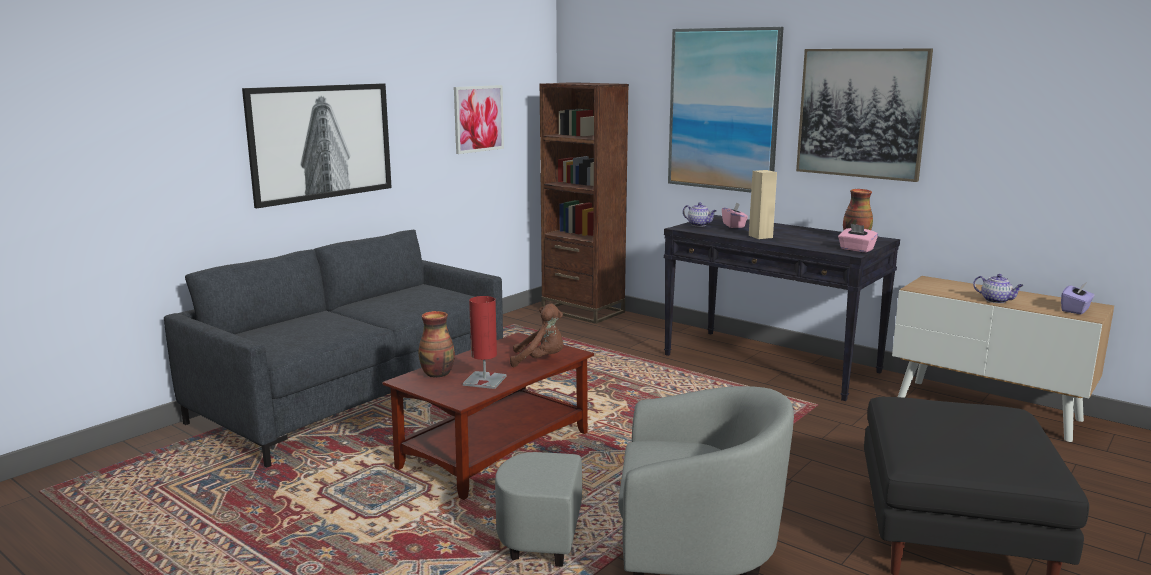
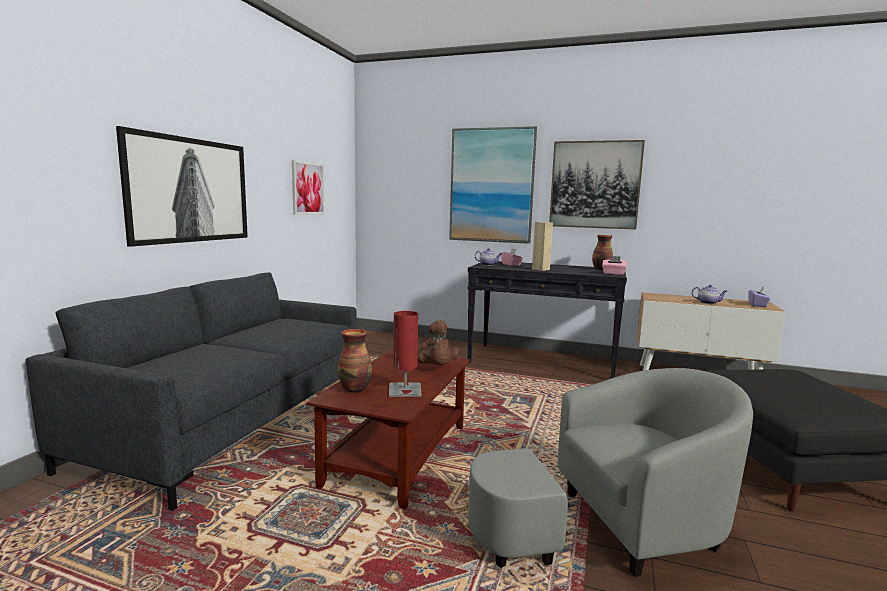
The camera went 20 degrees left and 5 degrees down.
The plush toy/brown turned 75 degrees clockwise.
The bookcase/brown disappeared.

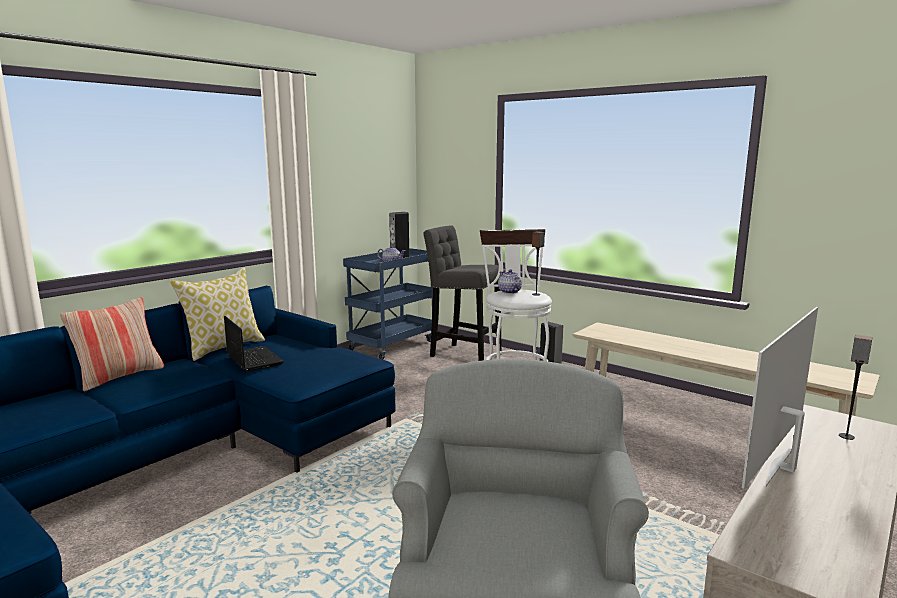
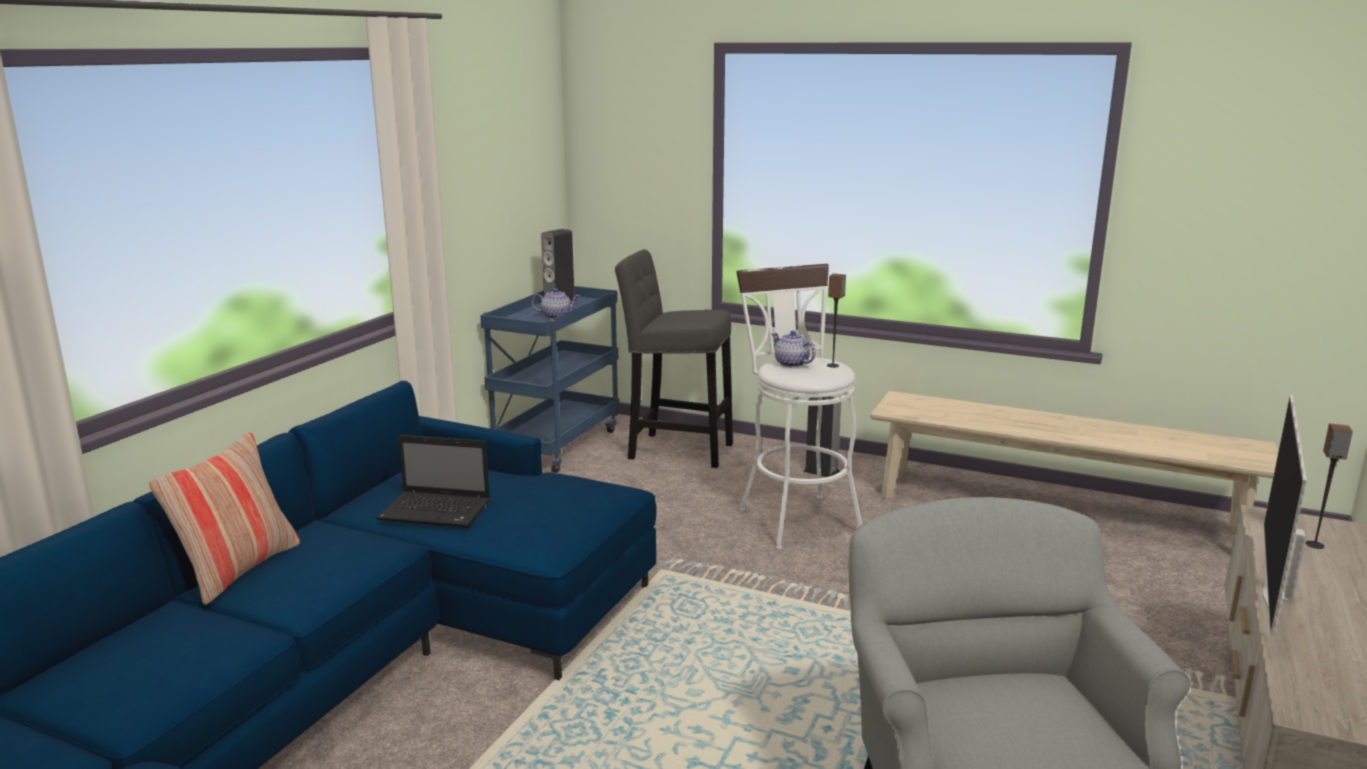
The camera went 15 degrees left and 5 degrees up.
The laptop turned 150 degrees clockwise.
The pillow (2nd from left) disappeared.

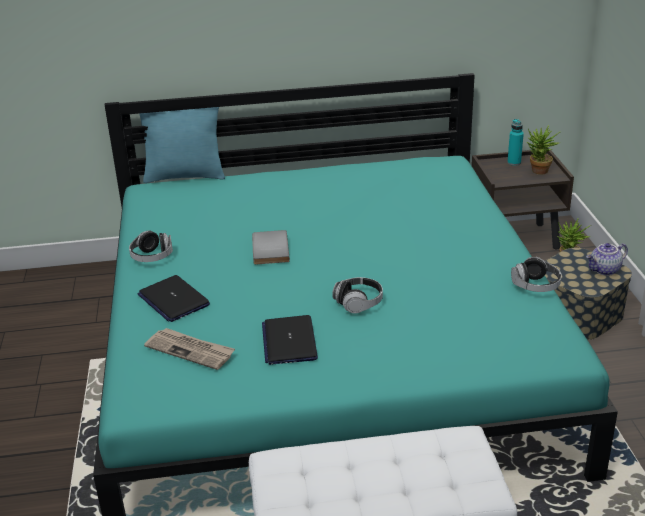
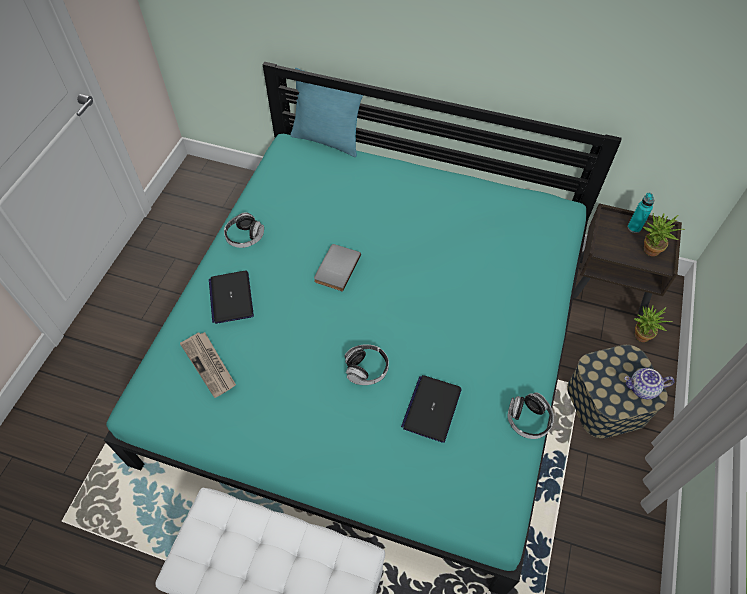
The camera went 25 degrees right and 25 degrees up.
The laptop (2nd from left) moved.

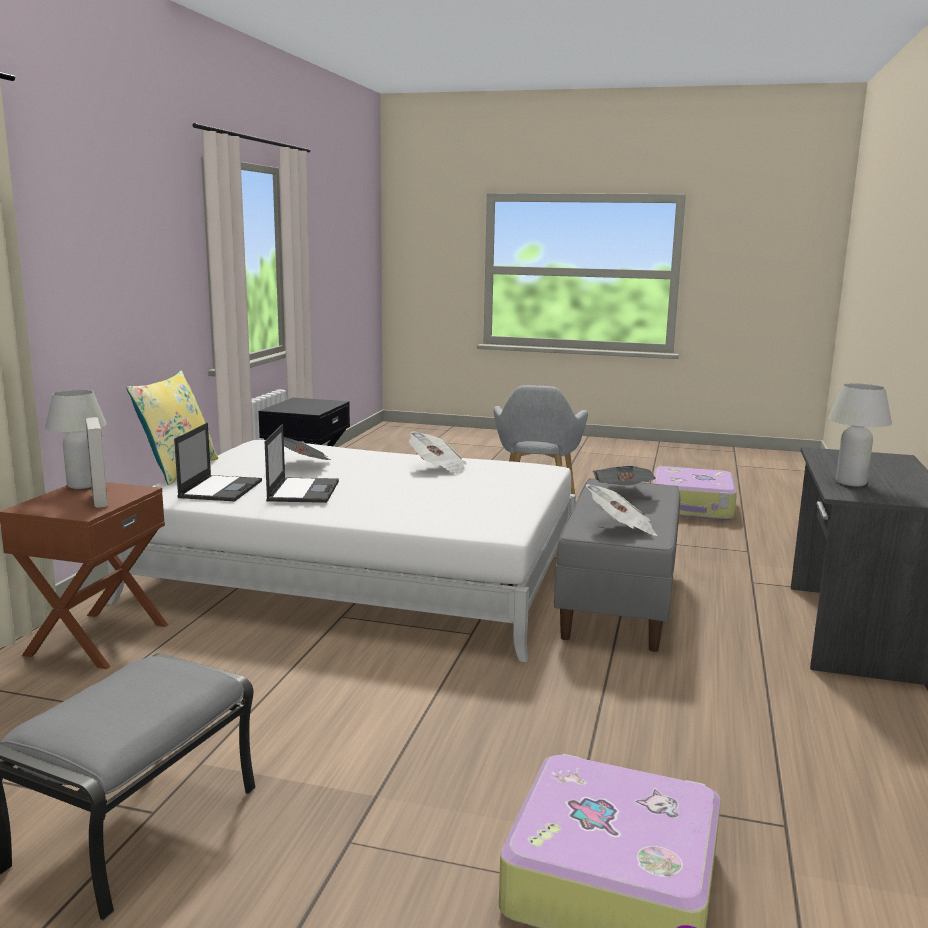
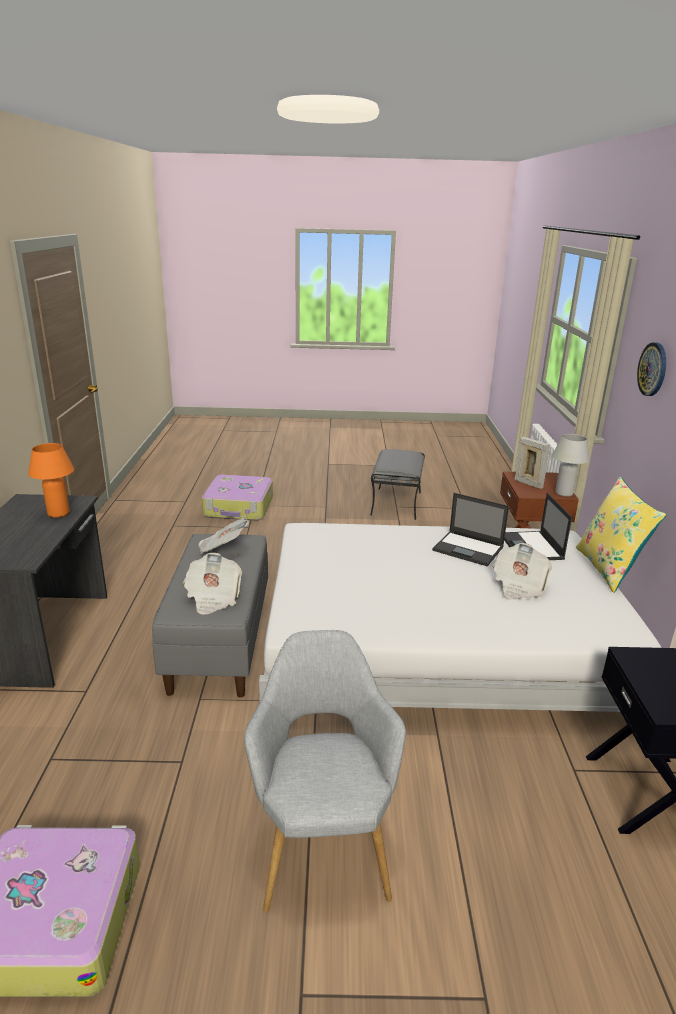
The camera went 165 degrees right and 10 degrees up.
The table lamp/white (2nd from left) became the table lamp/orange.
The laptop (2nd from left in the first image) turned 45 degrees counterclockwise.
The wall clock appeared.
The newspaper (2nd from left) disappeared.

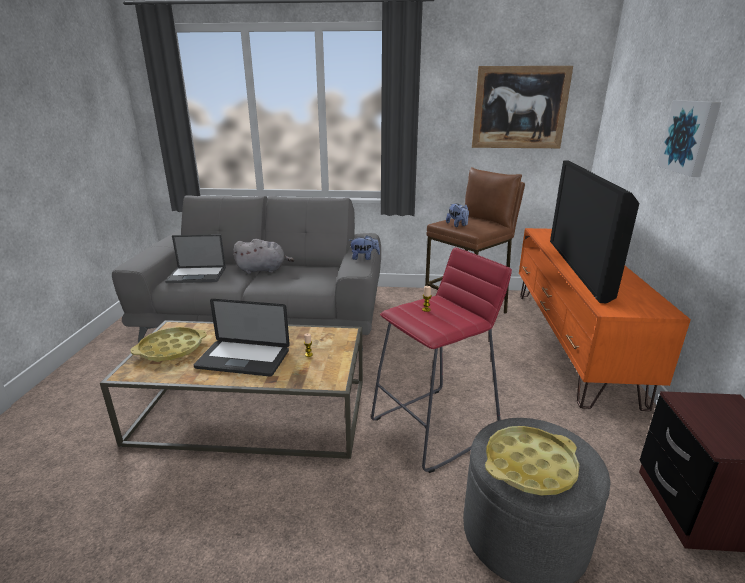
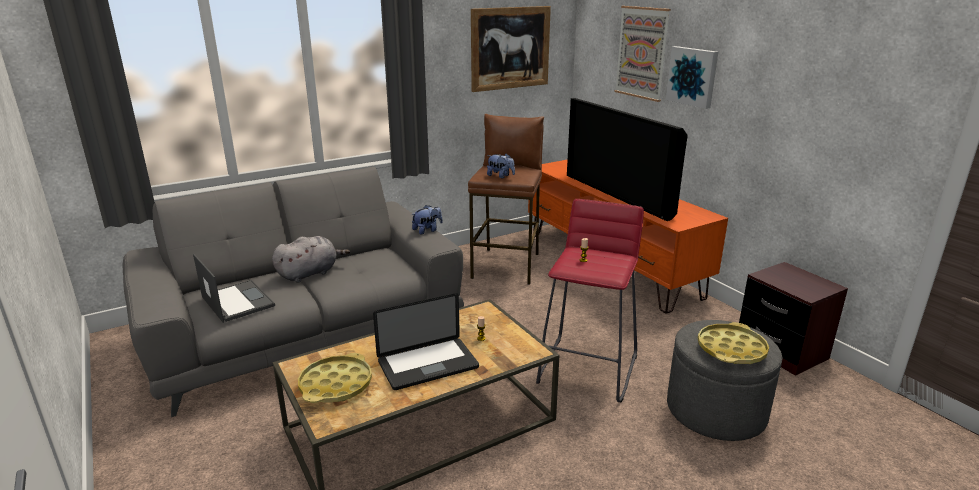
The camera went 35 degrees left and 0 degrees up.
The laptop (1st from left) turned 90 degrees counterclockwise.
The picture (2nd from left) appeared.

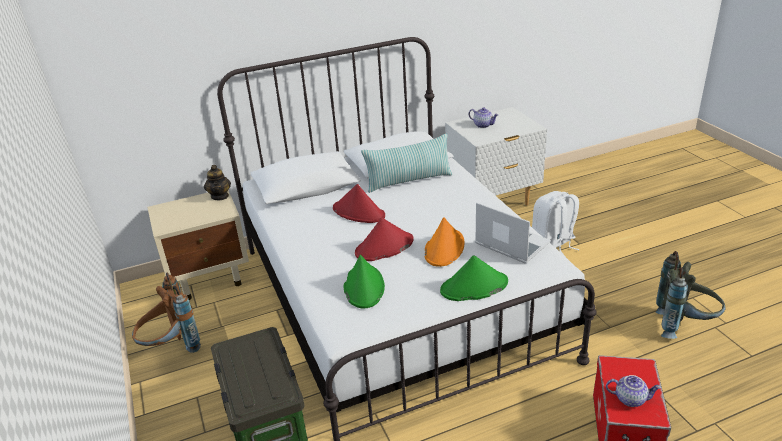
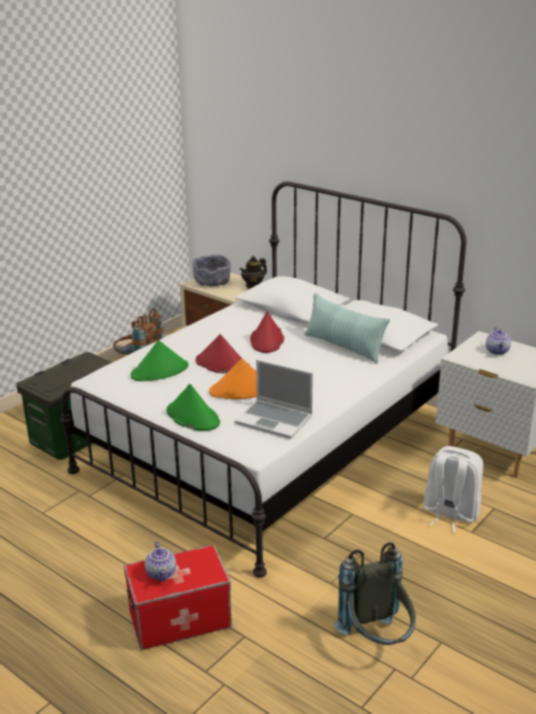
The camera went 60 degrees right and 5 degrees down.
The bowl/grey appeared.
The laptop turned 105 degrees clockwise.

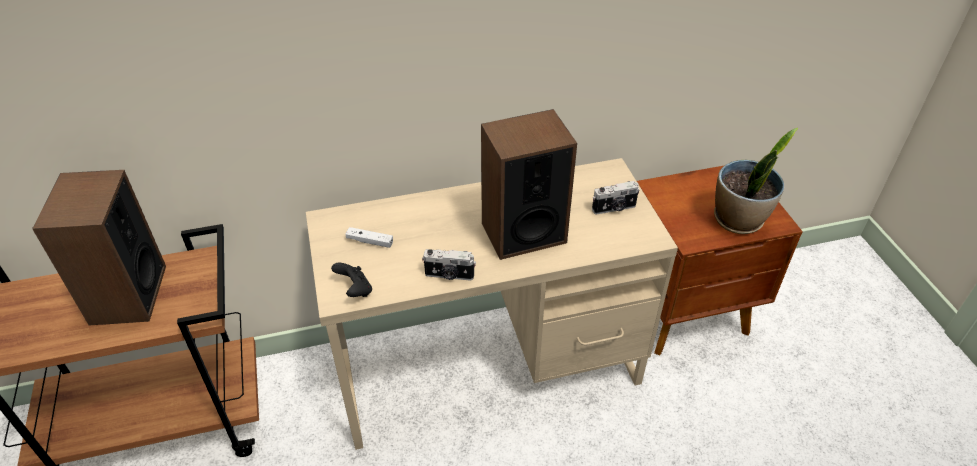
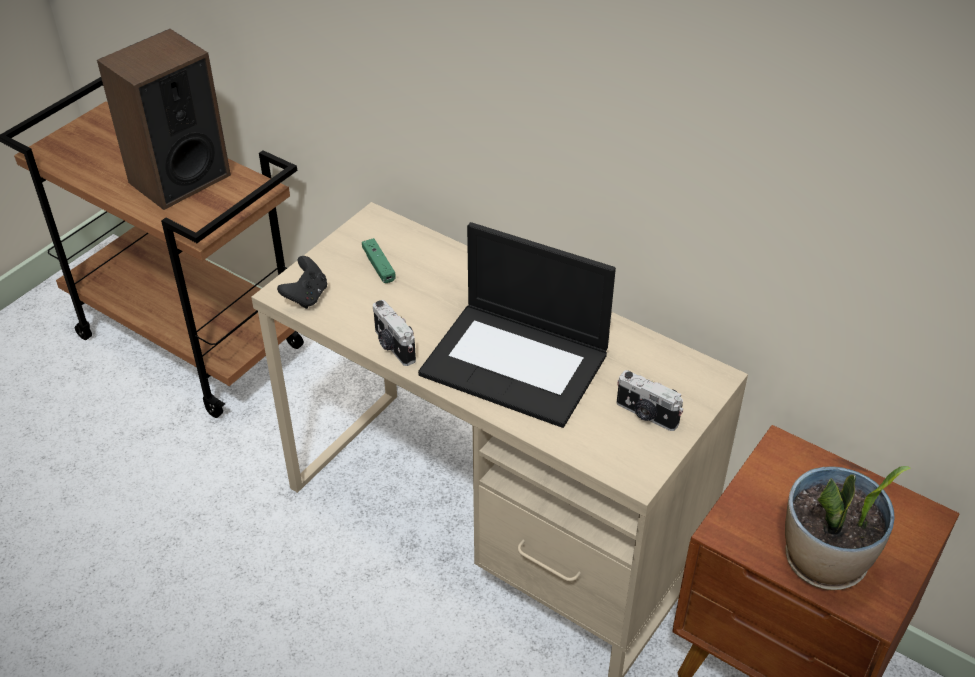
The camera went 50 degrees right and 0 degrees up.
The game controller/white became the game controller/green.
The speaker (2nd from left) was replaced by the laptop.

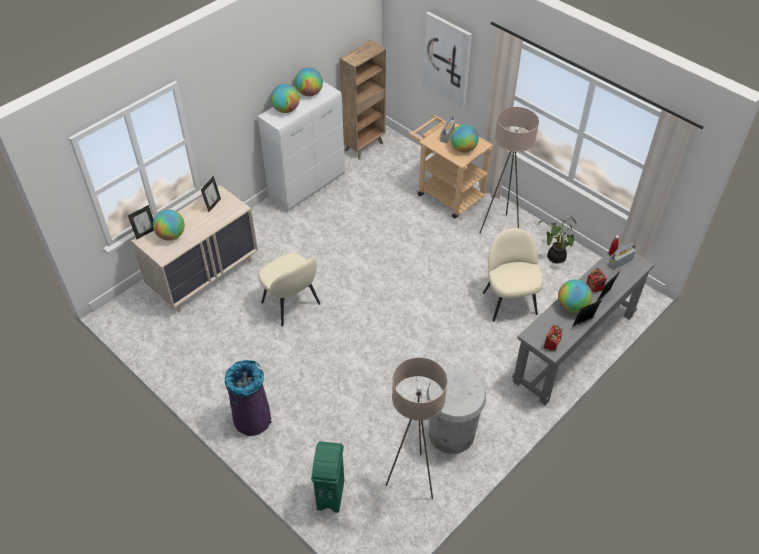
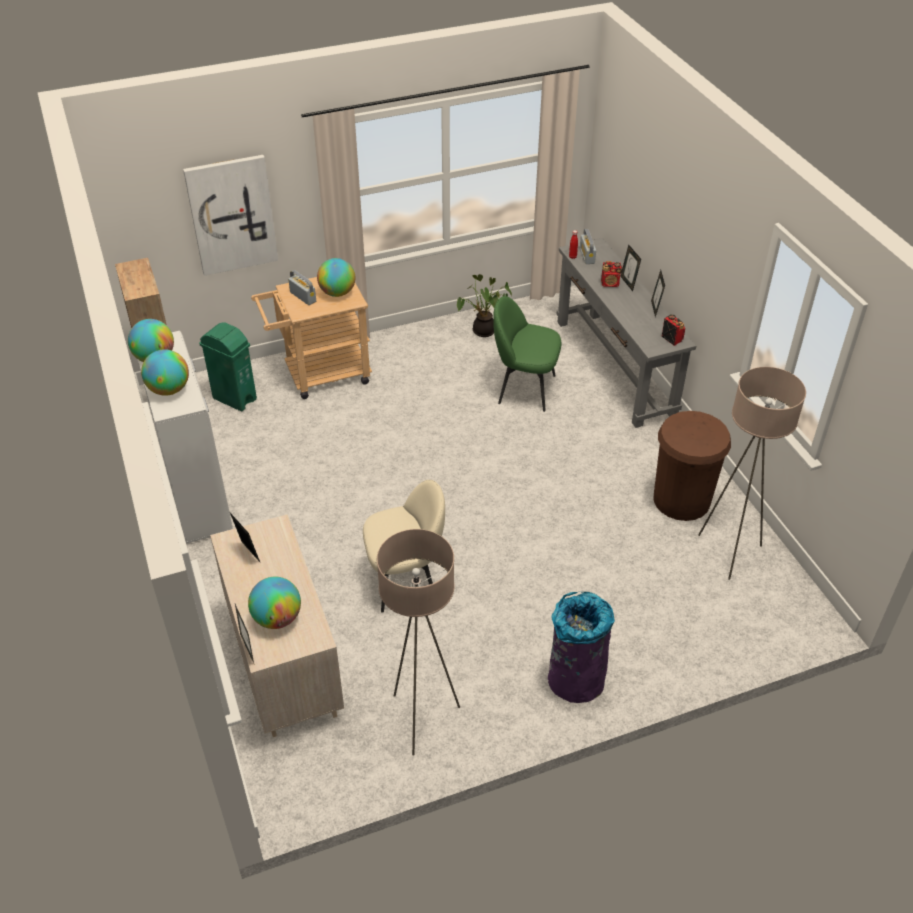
The camera went 65 degrees left and 5 degrees down.
The trash can/green moved.
The floor lamp/beige (2nd from left in the first image) moved.
The chair/beige (2nd from left) became the chair/green.
The trash can/white became the trash can/brown.
The globe (5th from left) disappeared.

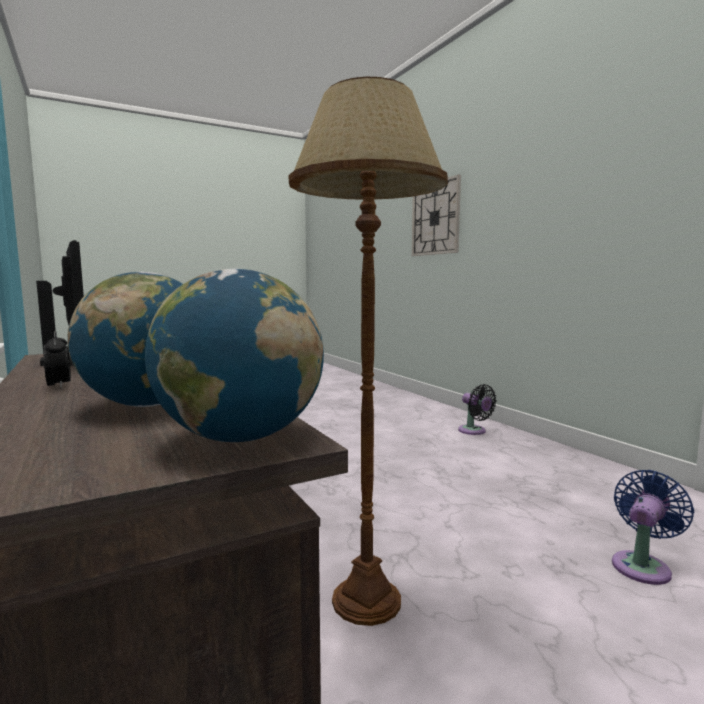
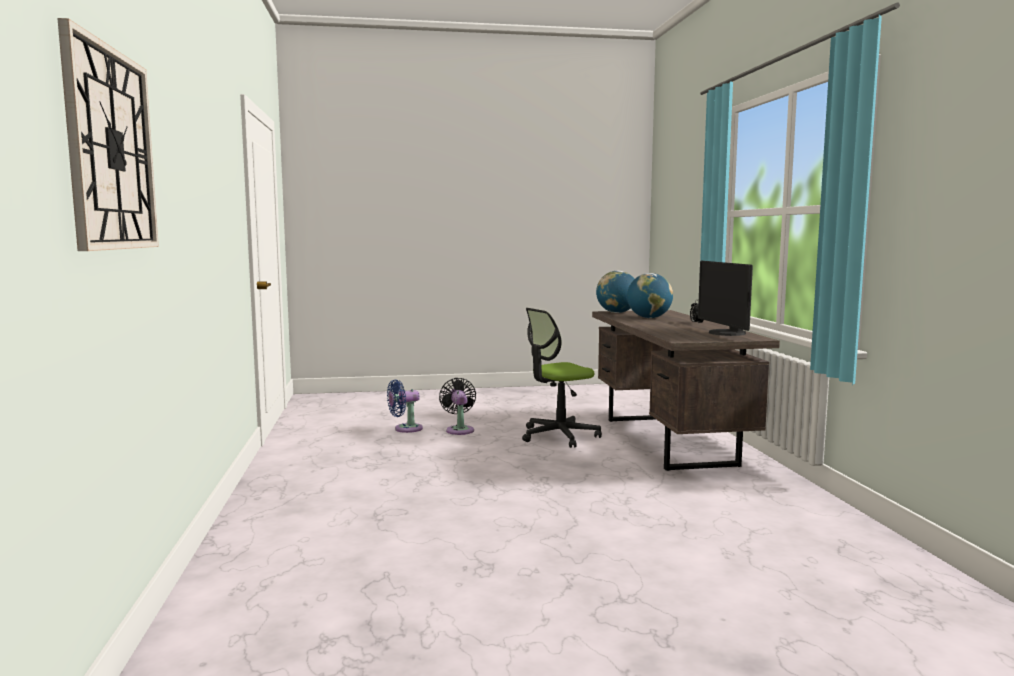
The camera went 160 degrees left and 0 degrees up.
The fan/black moved.
The floor lamp/brown was replaced by the office chair.

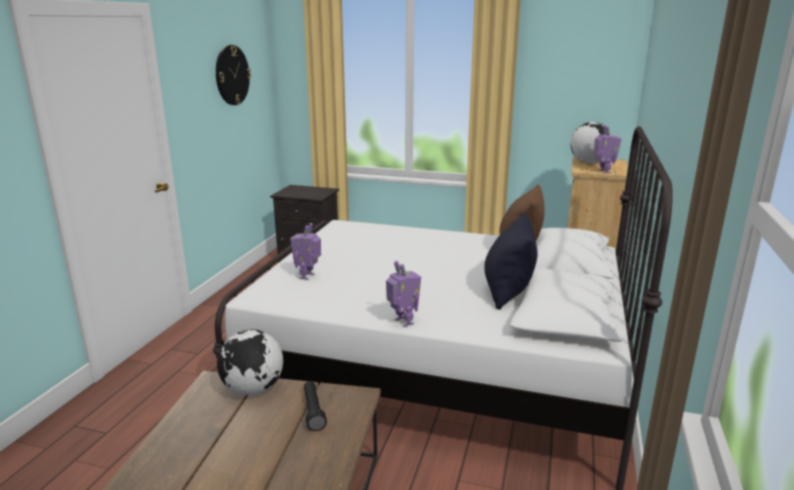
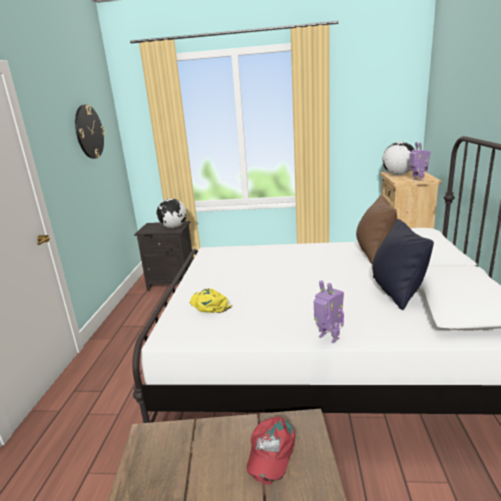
The camera went 10 degrees left and 0 degrees up.
The globe (1st from left) moved.
The toy robot (1st from left) was replaced by the cap/yellow.
The flashlight/black was replaced by the cap/red.

